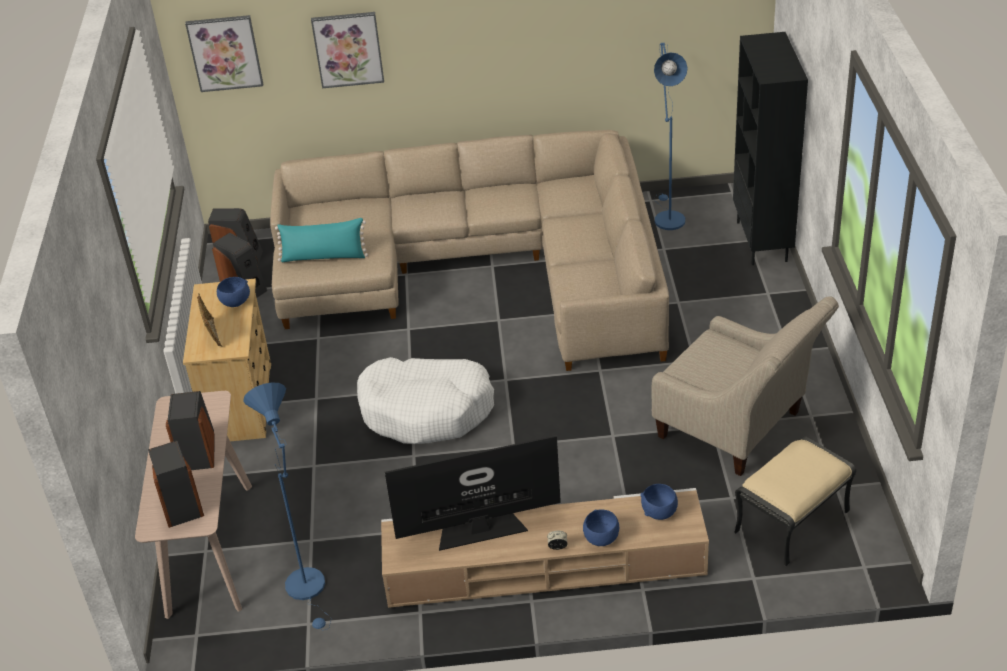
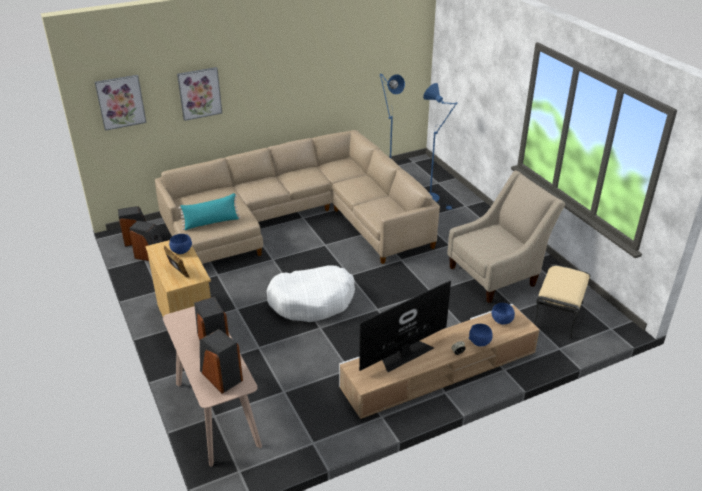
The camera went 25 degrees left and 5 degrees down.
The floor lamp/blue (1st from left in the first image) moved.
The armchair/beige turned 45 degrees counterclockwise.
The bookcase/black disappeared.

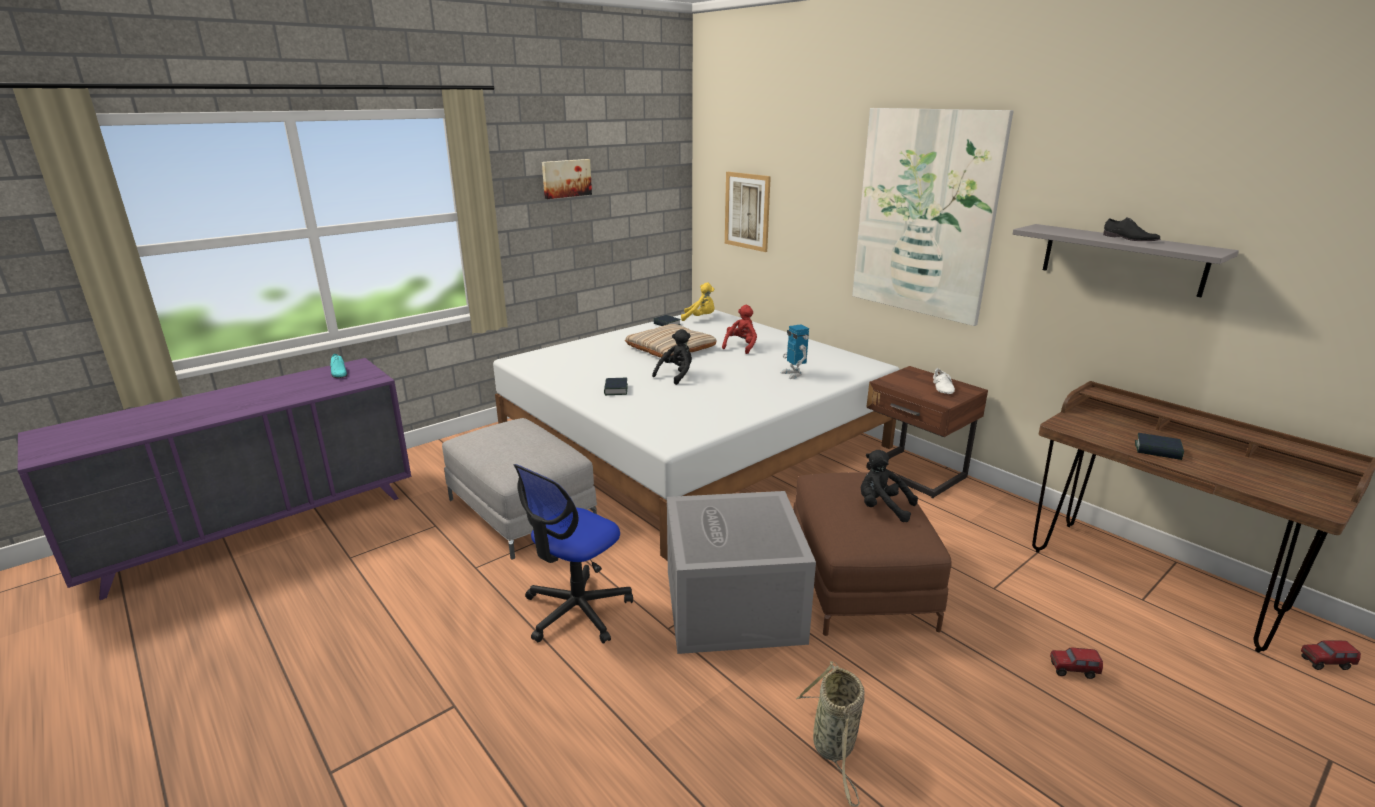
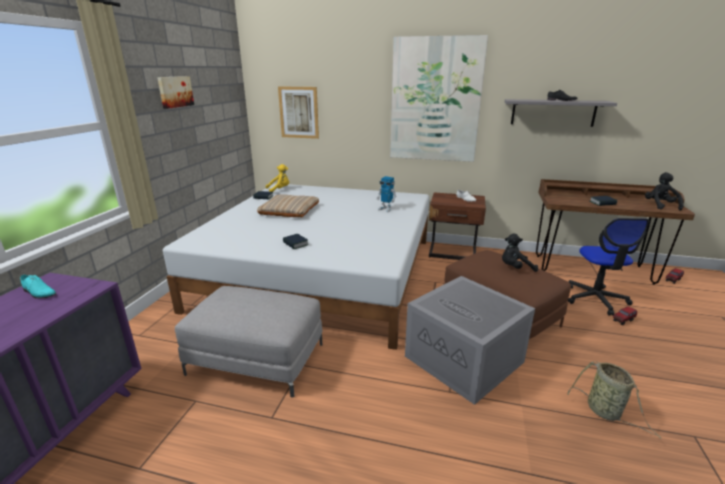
The camera went 35 degrees left and 0 degrees up.
The office chair moved.
The plush toy/black (1st from left in the first image) moved.
The plush toy/red disappeared.

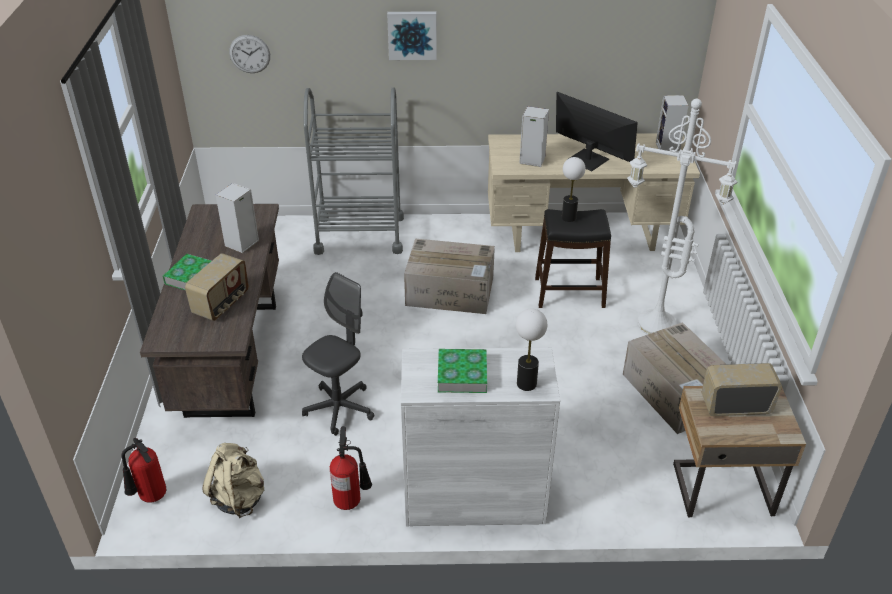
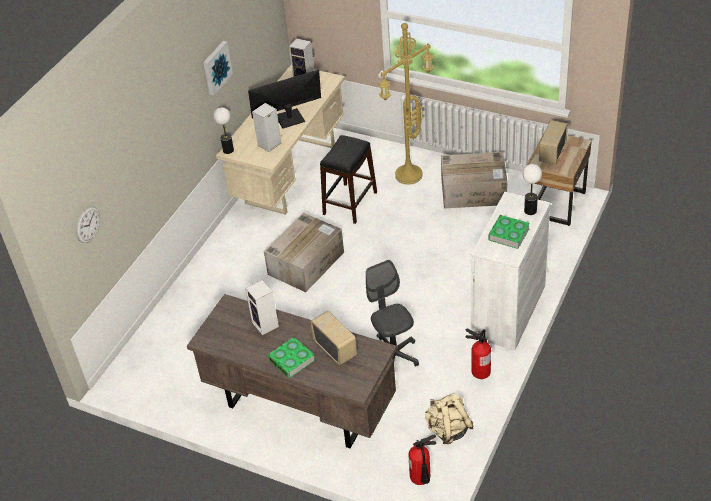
The camera went 60 degrees left and 5 degrees up.
The picture moved.
The table lamp (2nd from left in the first image) moved.
The floor lamp/white became the floor lamp/yellow.
The cart/grey disappeared.

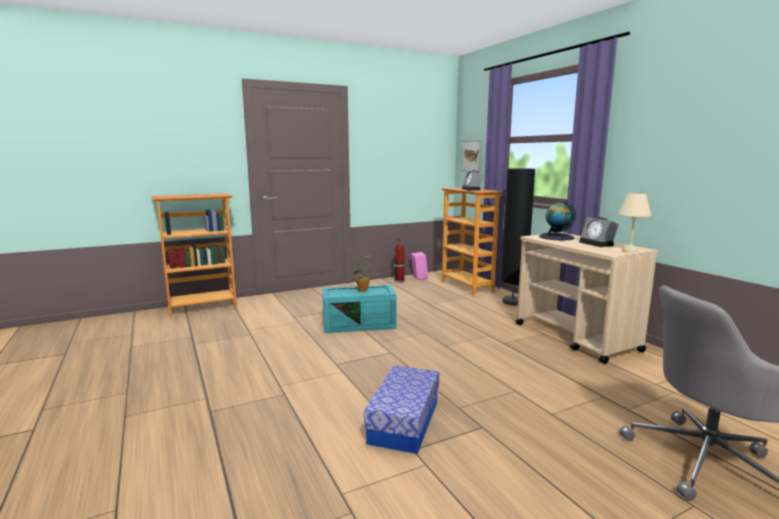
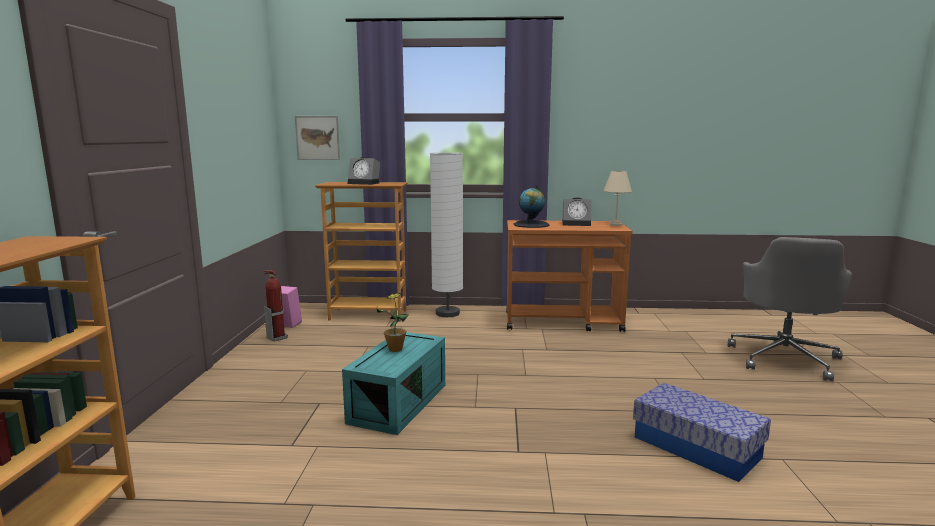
The camera went 60 degrees left and 0 degrees up.
The floor lamp/black became the floor lamp/white.
The cart/beige became the cart/orange.

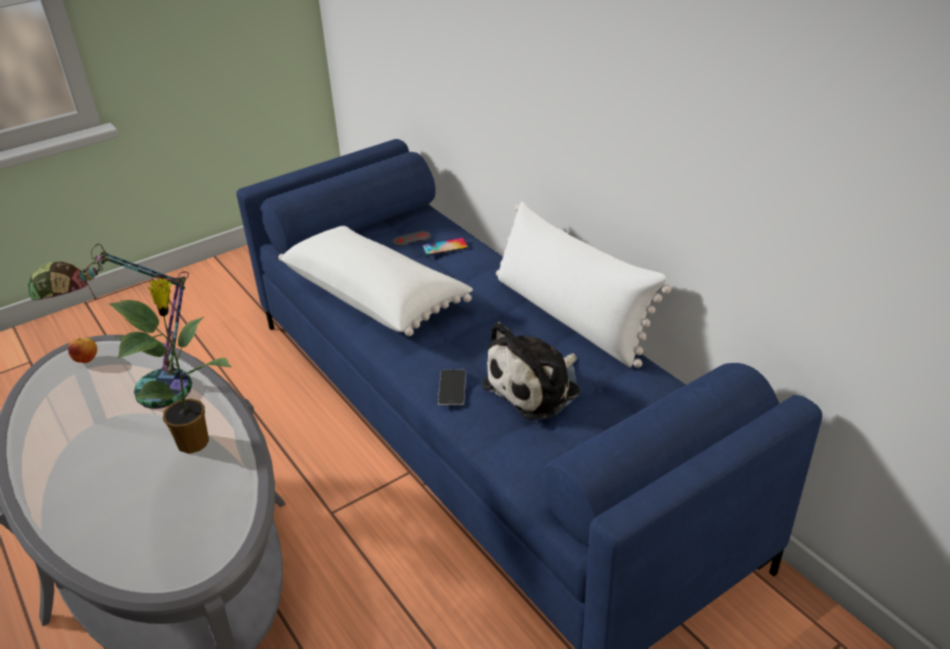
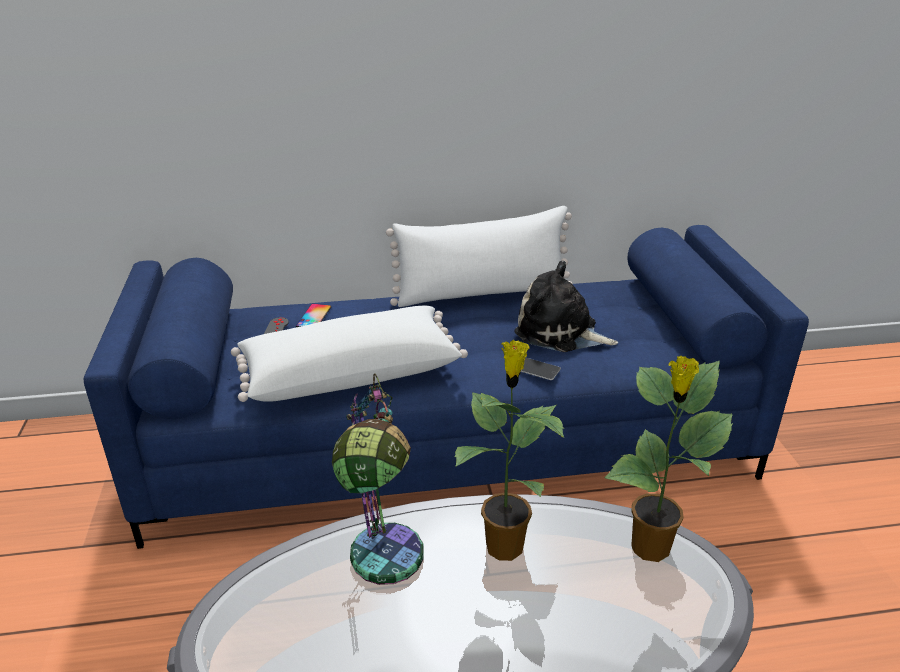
The camera went 65 degrees left and 5 degrees down.
The plush toy turned 135 degrees clockwise.
The potted plant (2nd from left) appeared.
The apple disappeared.

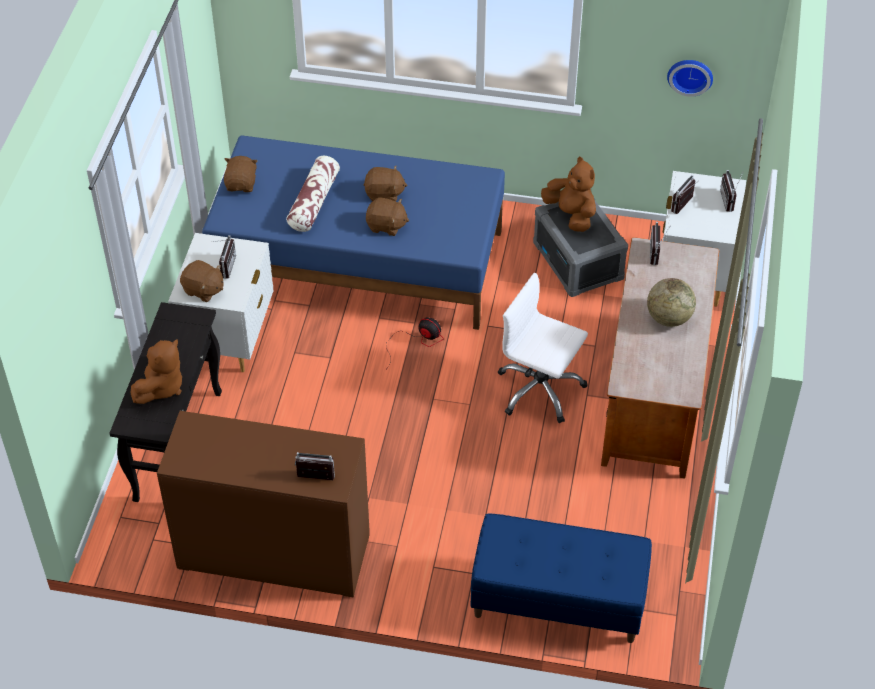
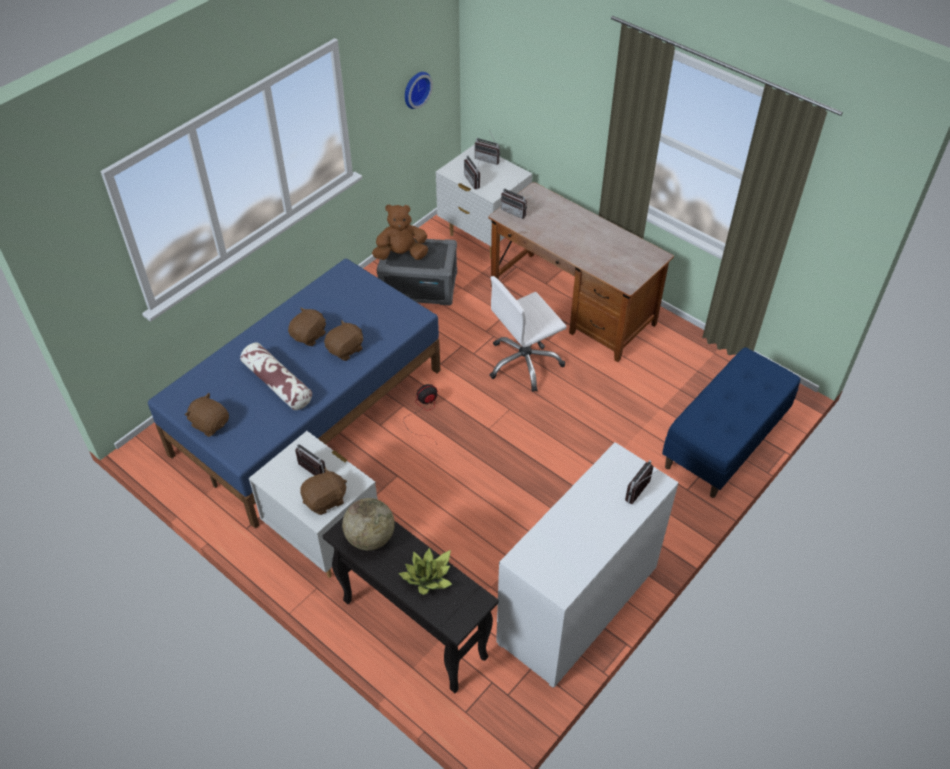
The camera went 60 degrees left and 0 degrees up.
The globe moved.
The plush toy/brown (1st from left) was replaced by the potted plant.
The dresser/brown became the dresser/white.

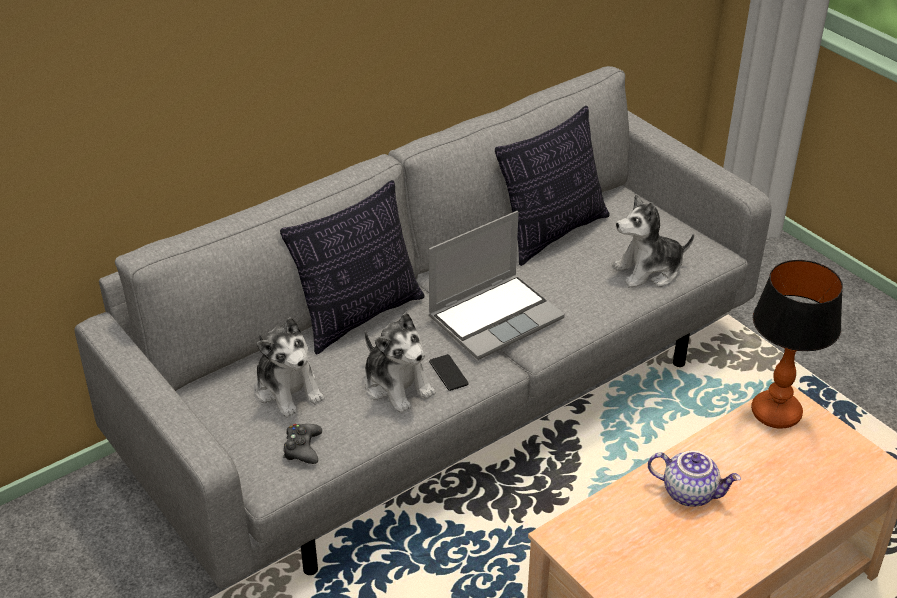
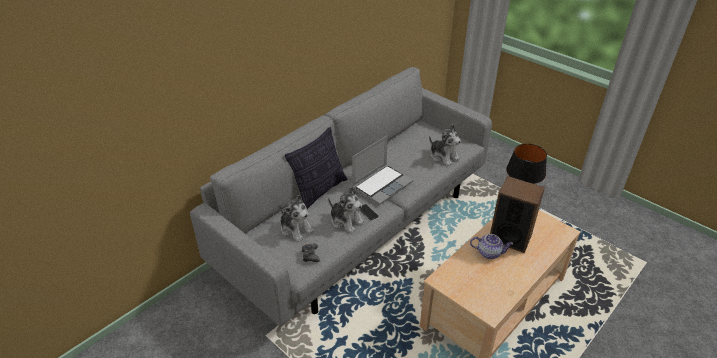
The camera went 10 degrees left and 0 degrees up.
The plush toy (3rd from left) turned 105 degrees counterclockwise.
The speaker appeared.
The pillow (2nd from left) disappeared.

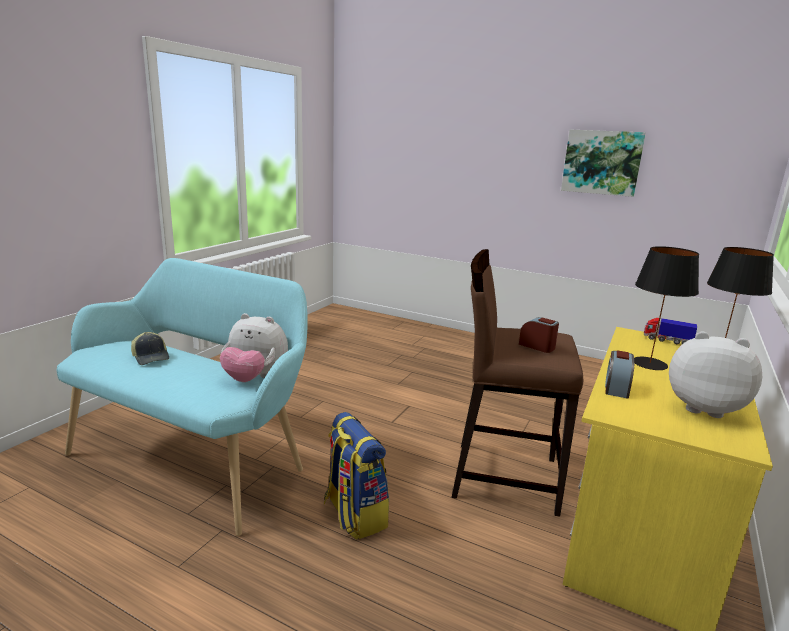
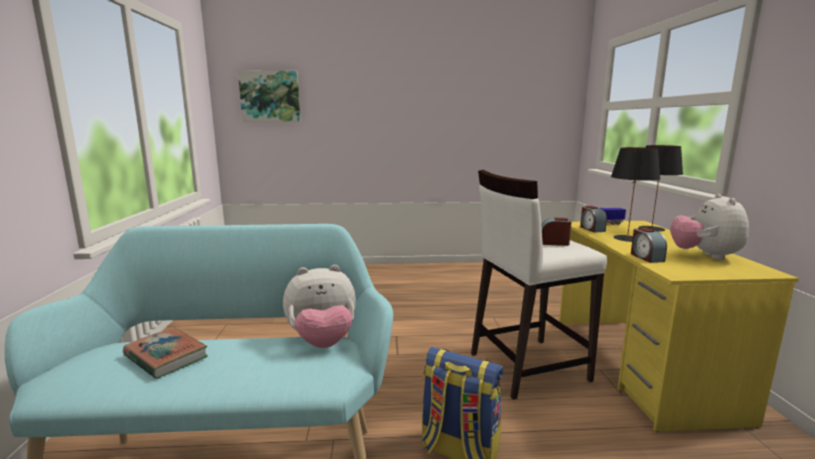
The camera went 30 degrees left and 5 degrees down.
The cap was replaced by the book.
The picture moved.
The stool/brown became the stool/white.
The alarm clock (2nd from left) appeared.
The plush toy (2nd from left) turned 75 degrees counterclockwise.

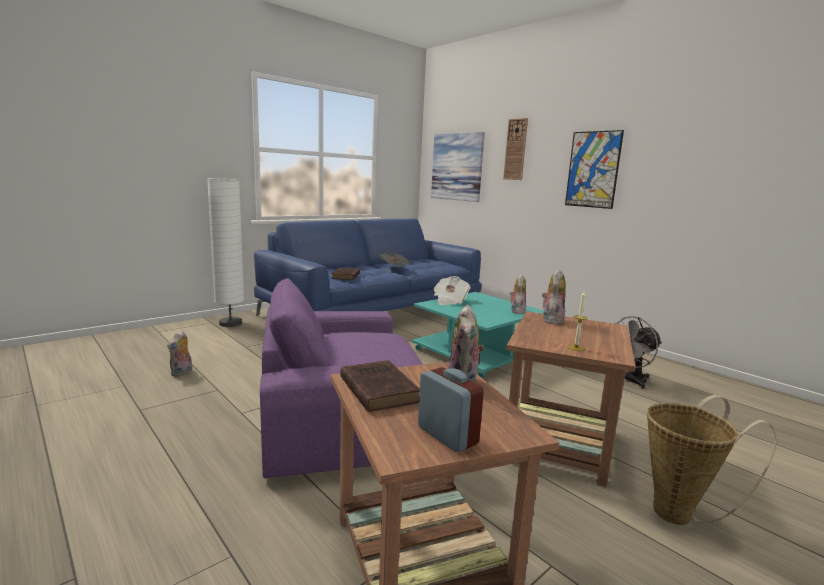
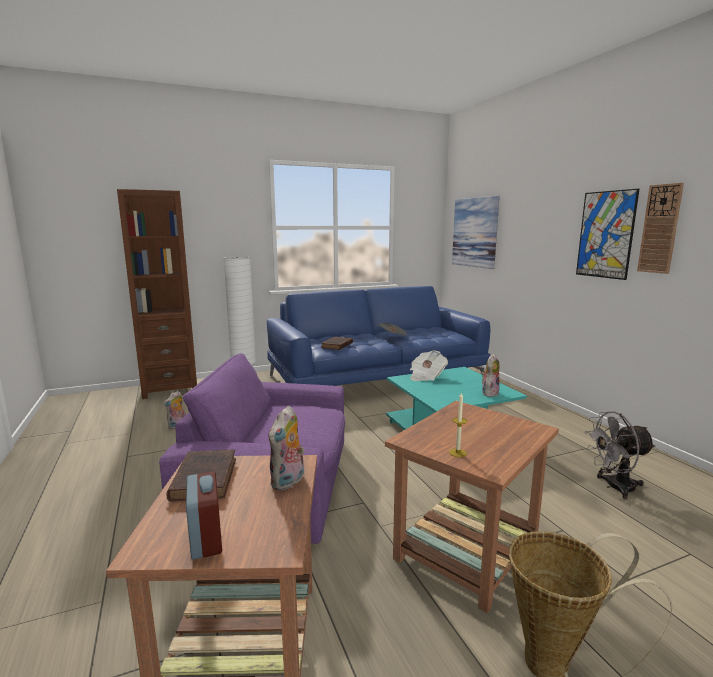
The camera went 20 degrees right and 0 degrees up.
The bookcase/brown appeared.
The wall clock moved.
The plush toy (4th from left) disappeared.

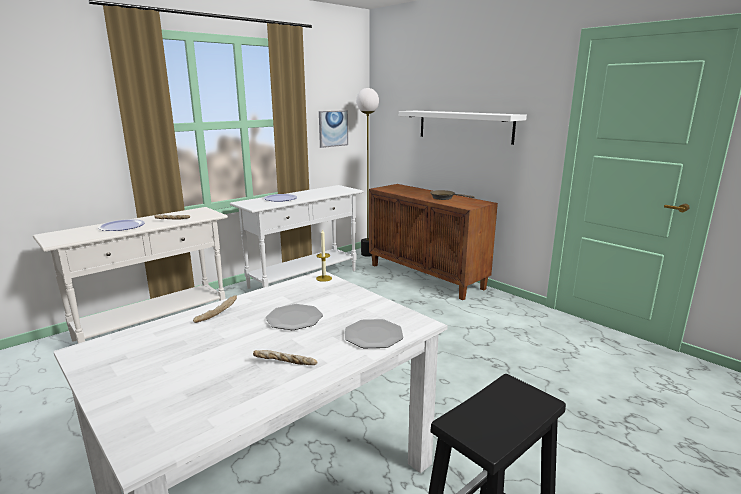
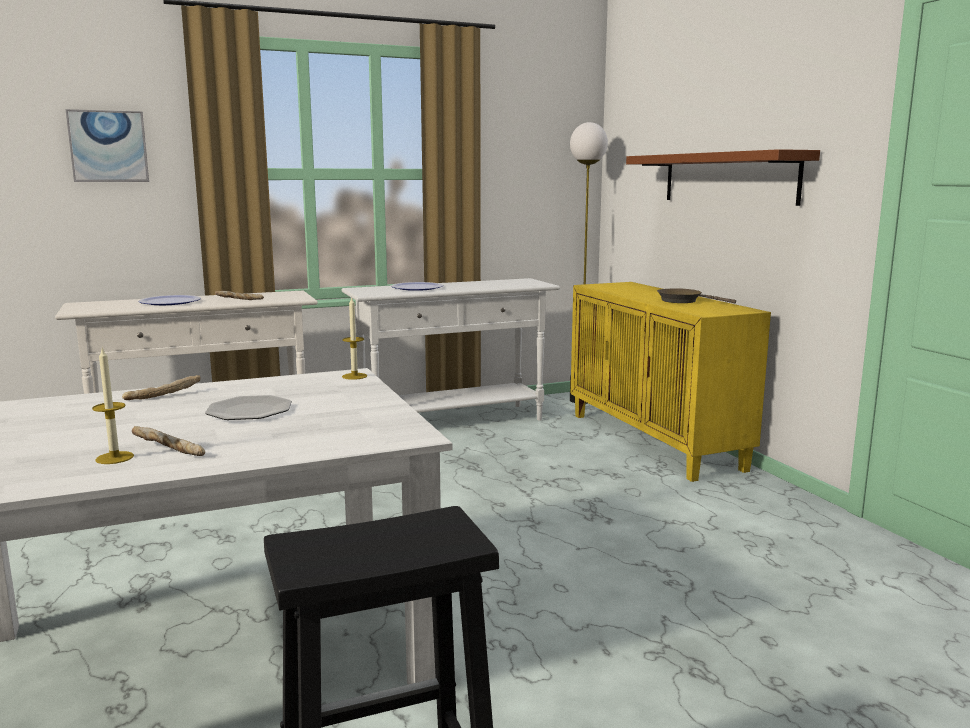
The camera went 20 degrees right and 5 degrees down.
The picture moved.
The candle (1st from left) appeared.
The cabinet/brown became the cabinet/yellow.
The shelf/white became the shelf/brown.
The plate (4th from left) disappeared.

